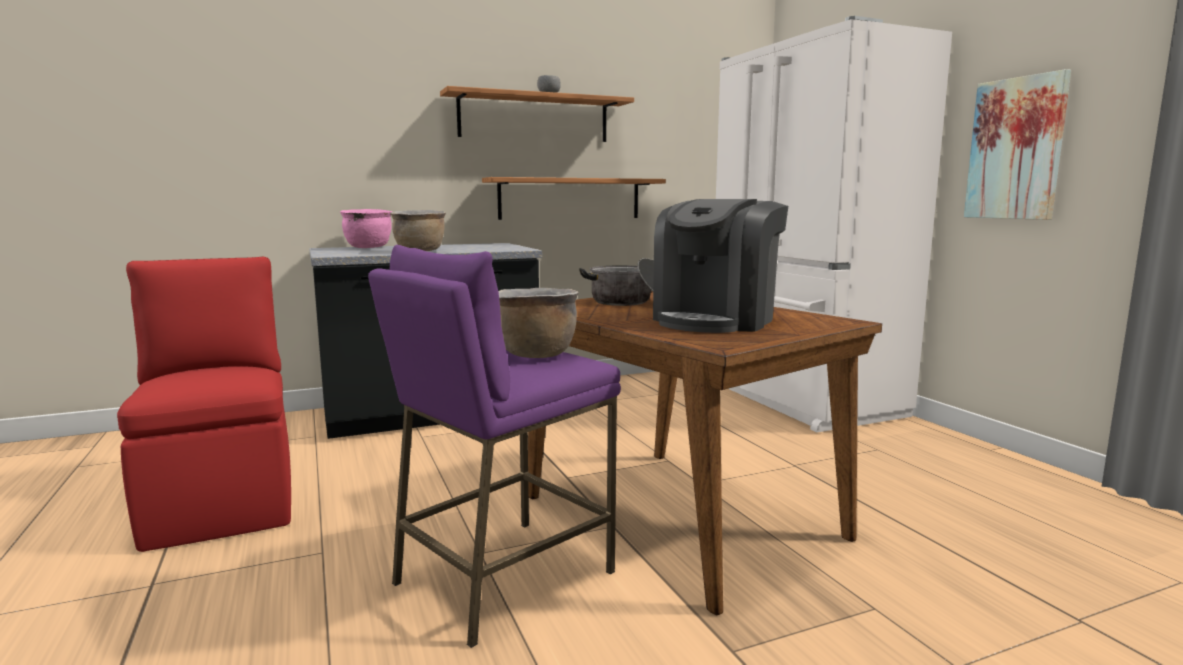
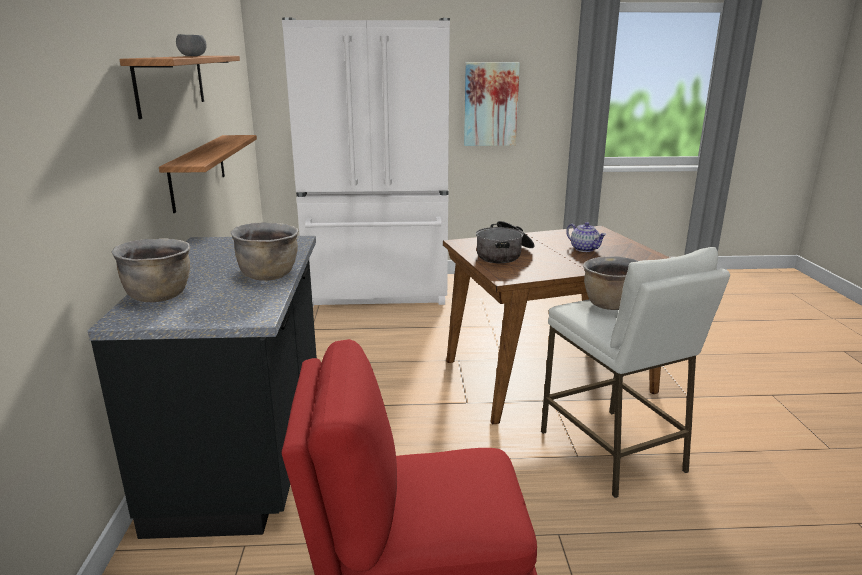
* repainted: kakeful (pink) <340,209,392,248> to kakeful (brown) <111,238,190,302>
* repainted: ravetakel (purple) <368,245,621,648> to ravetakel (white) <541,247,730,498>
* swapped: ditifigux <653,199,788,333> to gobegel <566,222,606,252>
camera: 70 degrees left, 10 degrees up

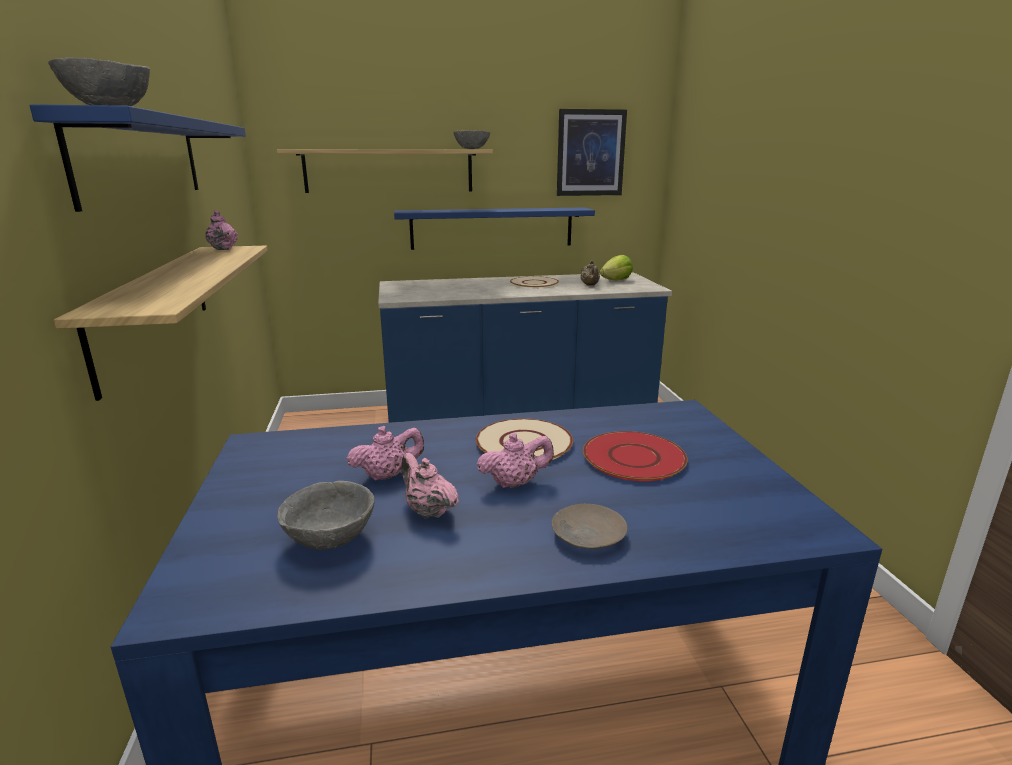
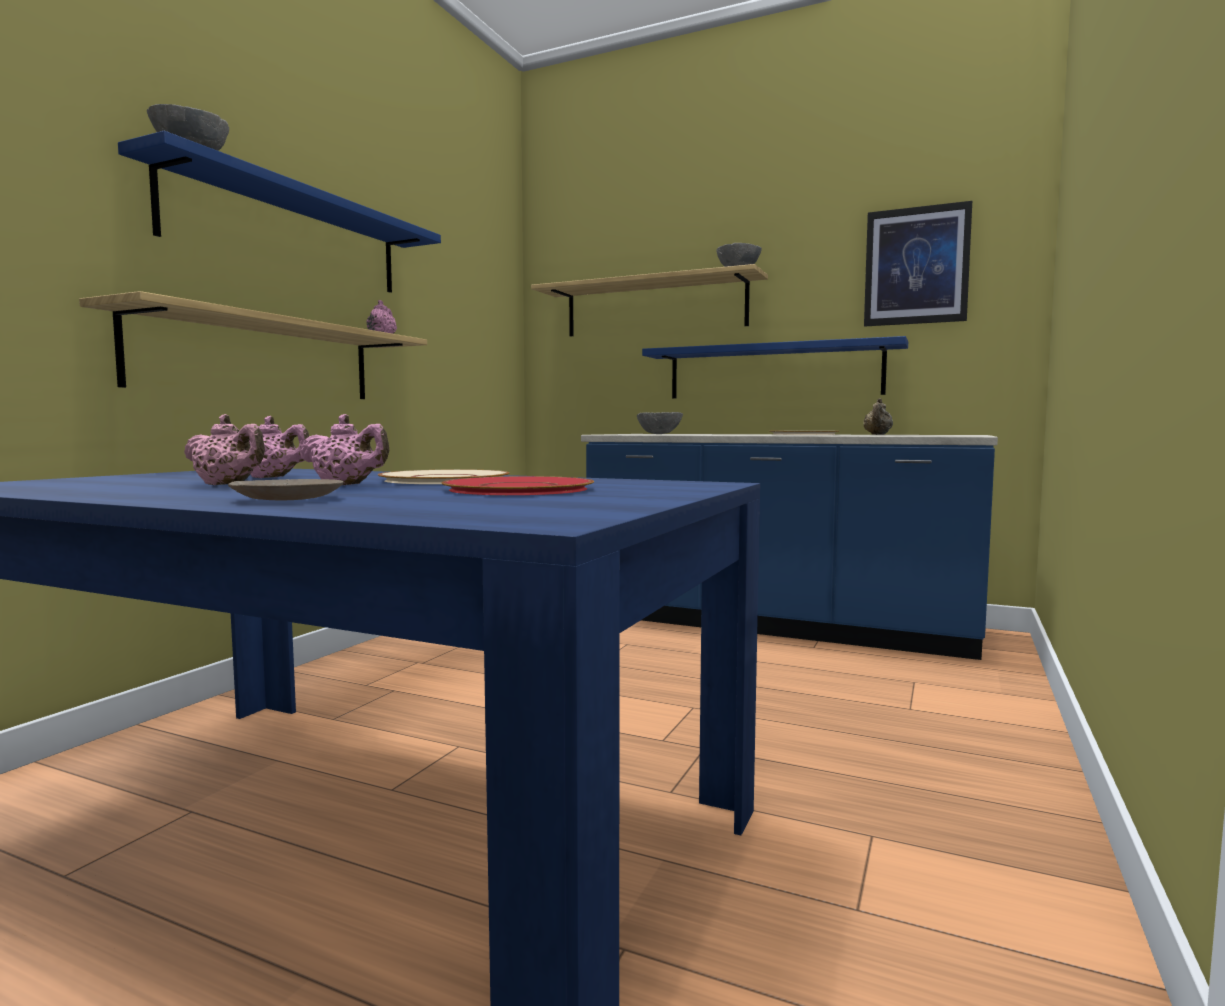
* rotated: gobegel (pink) <401,453,459,519> = <184,414,265,485> 120 degrees clockwise
* shifted: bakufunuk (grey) <277,481,375,550> to <637,412,683,434>
* gone: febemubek <600,255,633,280>
camera: 35 degrees right, 15 degrees down

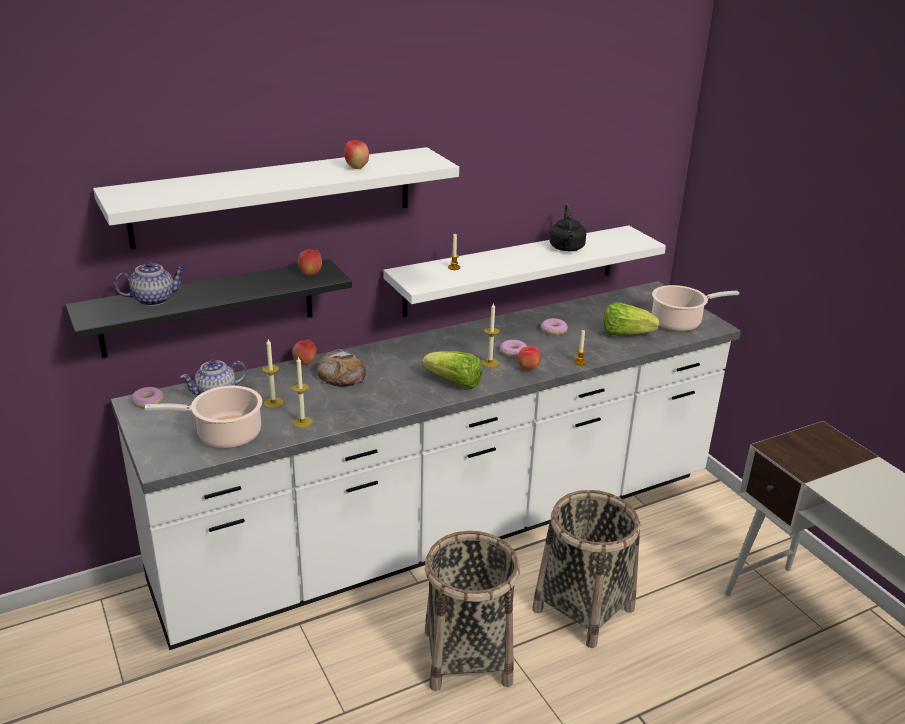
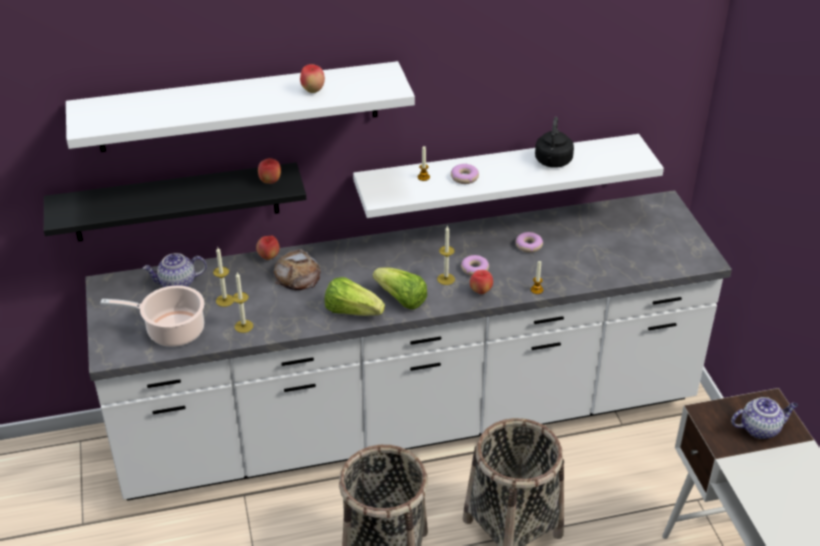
* shifted: febemubek <603,302,660,335> to <325,277,385,316>
* shifted: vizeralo <131,387,164,408> to <451,164,479,184>
* shifted: gobegel <114,262,186,306> to <731,397,798,439>
* gone: kakeful <652,285,739,331>
camera: 15 degrees right, 10 degrees up

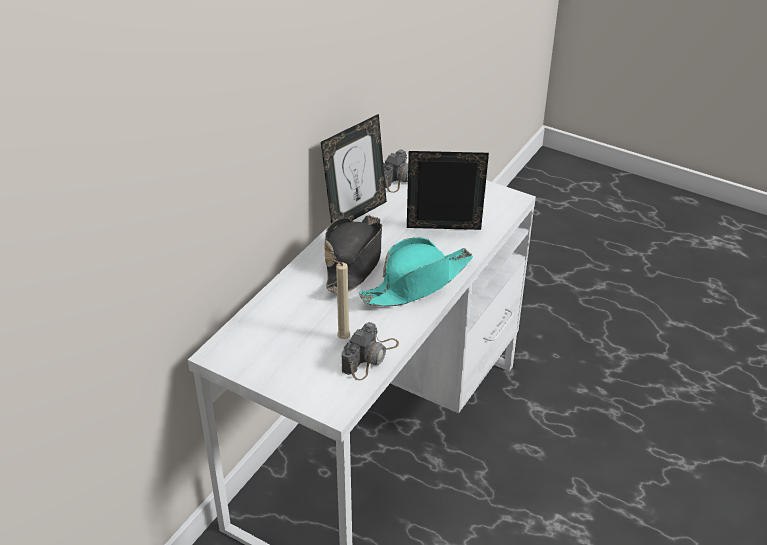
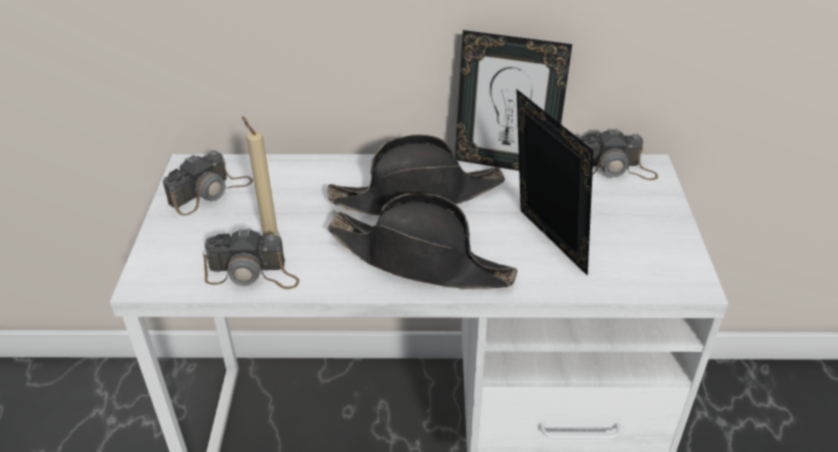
* new: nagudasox <163,150,253,215>
* repainted: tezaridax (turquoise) <359,237,473,306> to tezaridax (black) <327,193,517,289>
camera: 60 degrees right, 0 degrees up

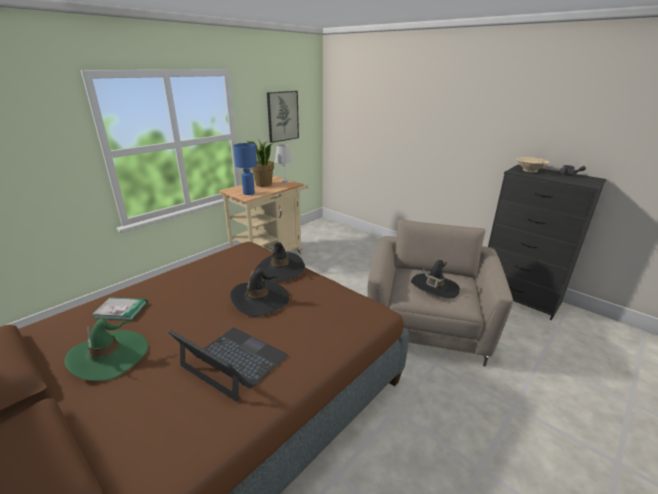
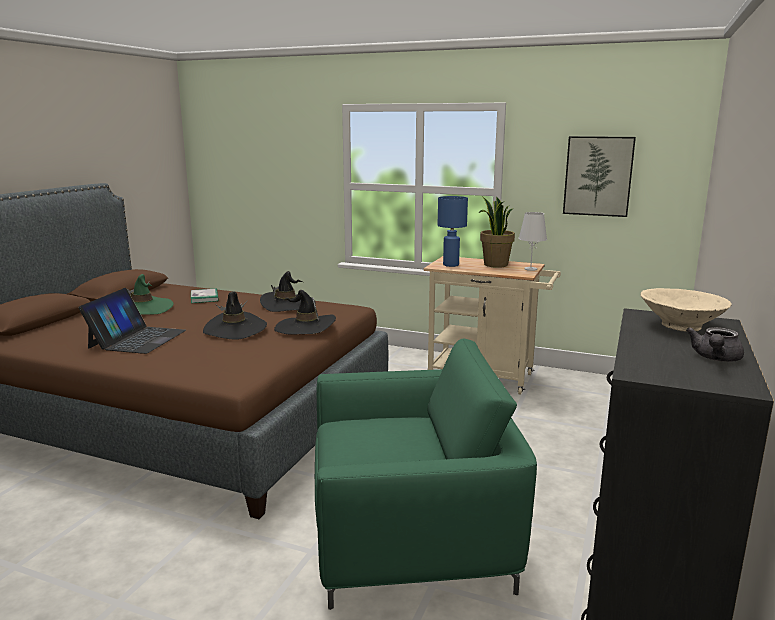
* shifted: tezaridax (black) <411,260,460,298> to <260,271,316,312>
* repainted: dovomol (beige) <367,219,513,367> to dovomol (green) <315,338,537,610>
camera: 70 degrees right, 10 degrees down

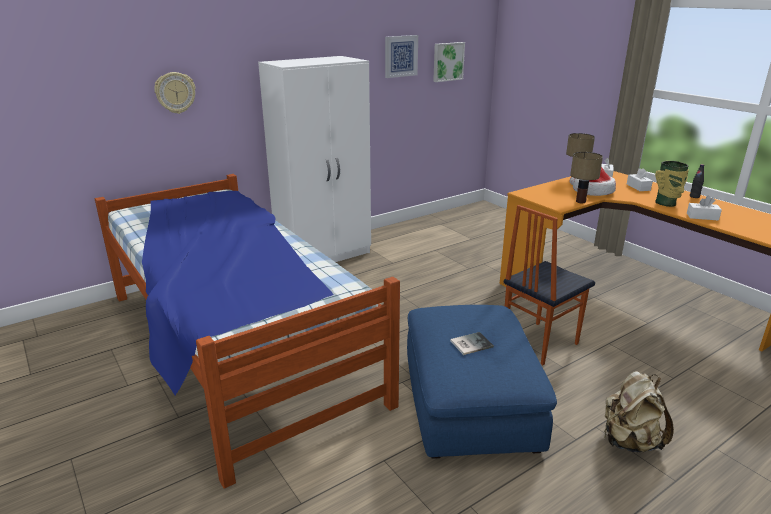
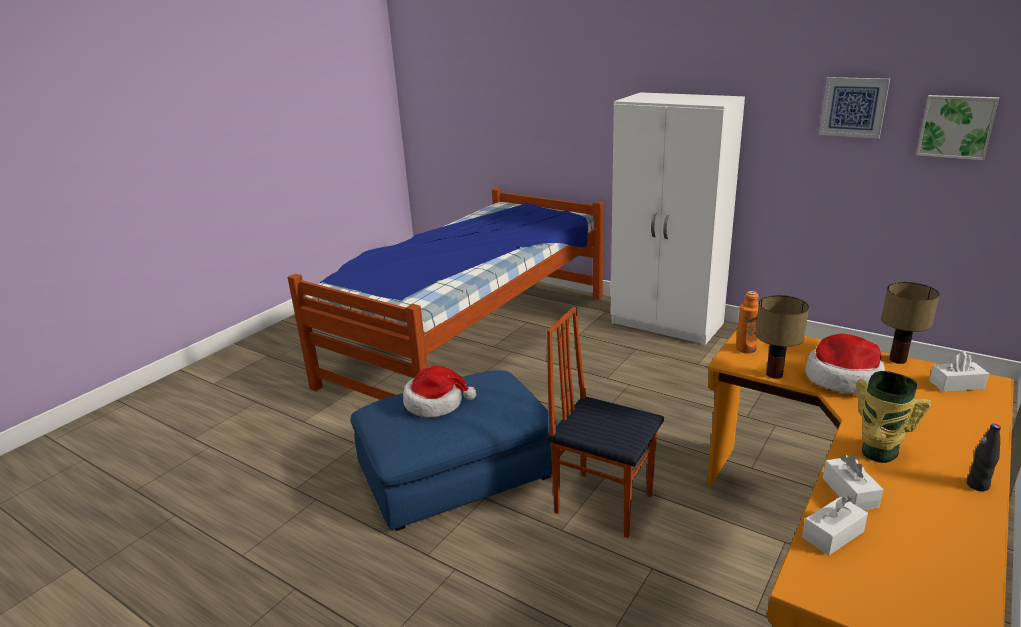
* swapped: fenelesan <450,332,494,355> to tezaridax <403,366,476,417>
* new: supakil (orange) <736,291,759,354>
* shifted: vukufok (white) <627,168,653,191> to <802,496,868,556>
* gone: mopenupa <154,72,196,114>
* gone: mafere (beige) <604,371,674,452>
camera: 70 degrees right, 0 degrees up

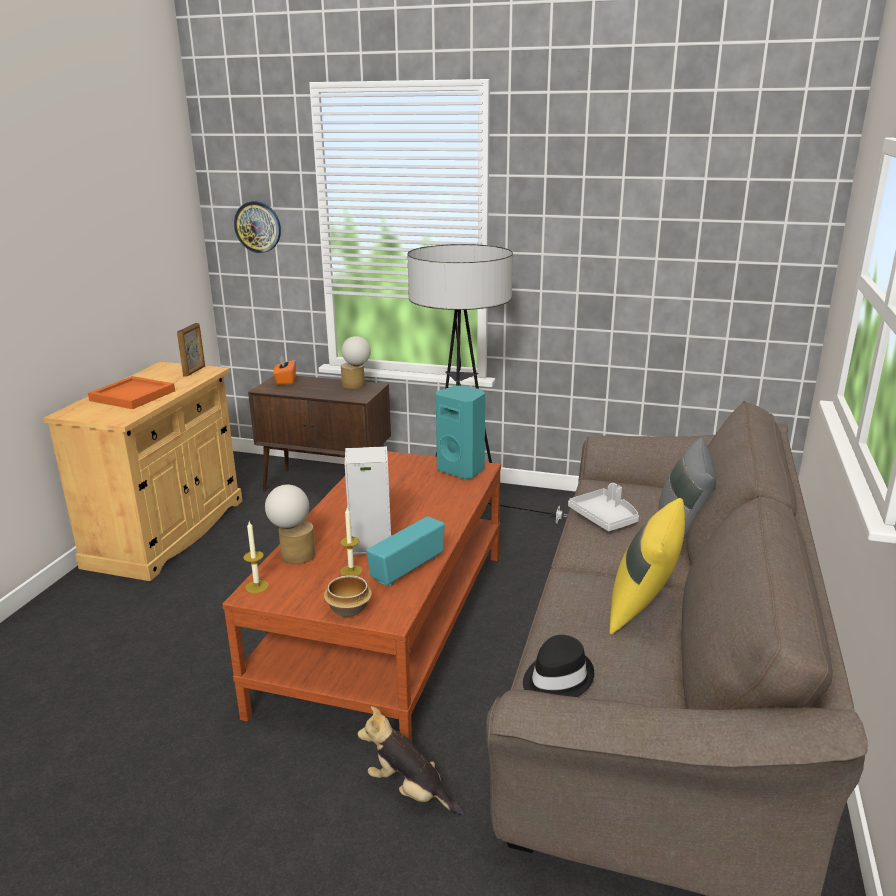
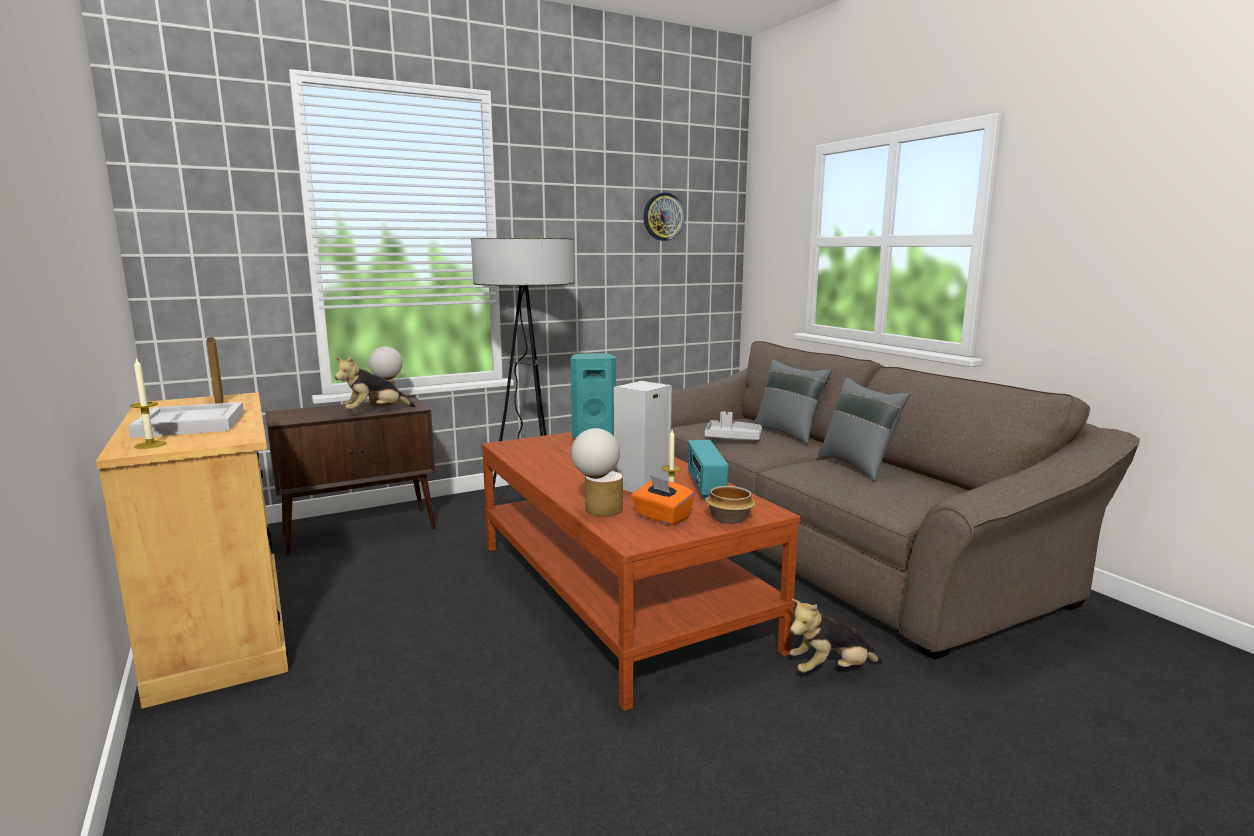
* repainted: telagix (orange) <88,376,175,409> to telagix (white) <128,402,244,438>
* shifted: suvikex <243,522,269,593> to <130,358,167,449>
* new: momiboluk <335,356,415,409>
* shifted: vukufok (orange) <273,356,296,385> to <631,475,694,526>
* shifted: mopenupa <234,201,281,253> to <643,192,685,241>
* repainted: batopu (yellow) <610,498,685,635> to batopu (grey) <818,378,910,481>
* gone: tezaridax (black) <523,635,594,697>
camera: 45 degrees left, 10 degrees down

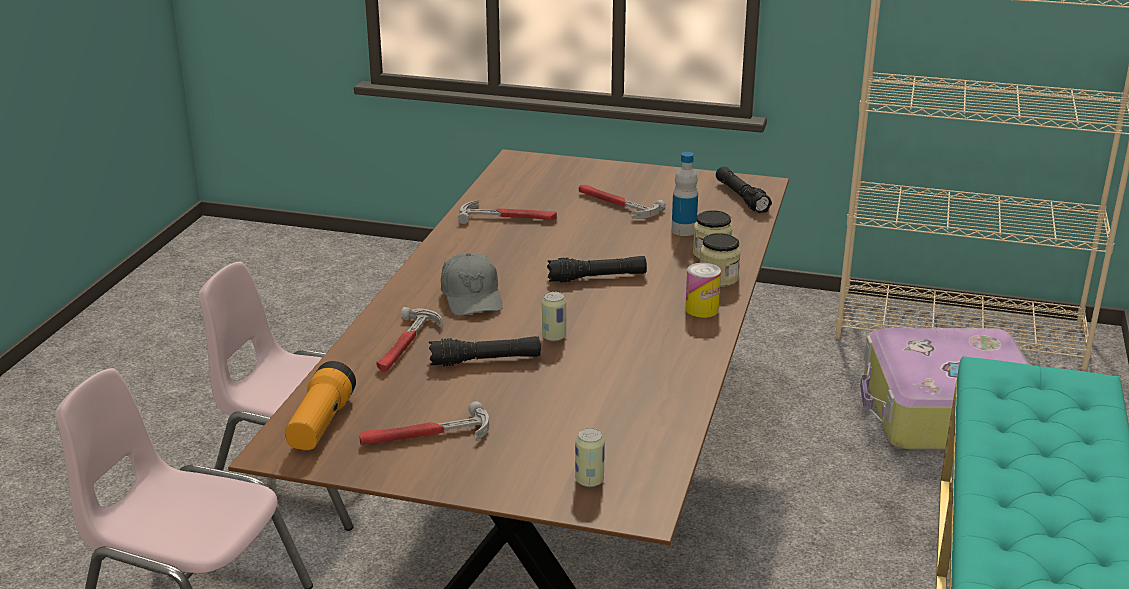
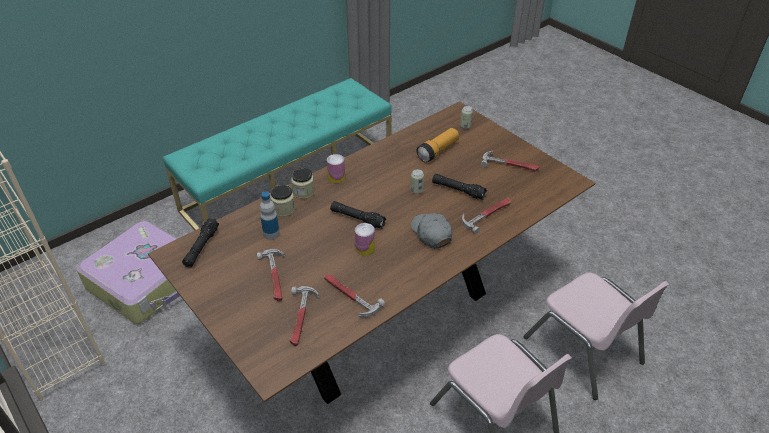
* new: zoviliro <290,286,319,346>
* new: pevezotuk <355,223,375,256>
* rotated: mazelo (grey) <441,253,503,316> = <411,213,452,249> 45 degrees counterclockwise
* shifted: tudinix <285,361,356,450> to <416,128,459,163>
camera: 145 degrees left, 15 degrees up

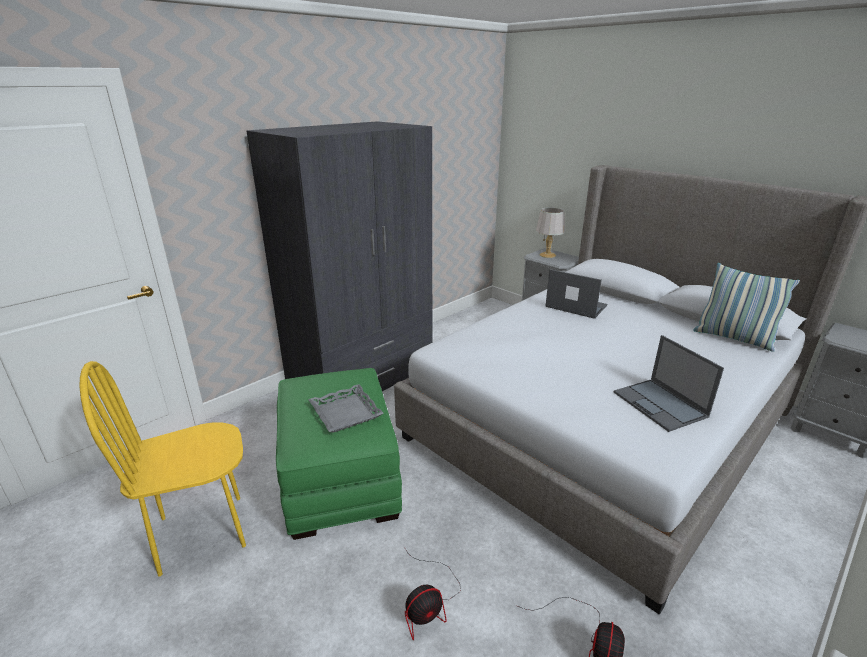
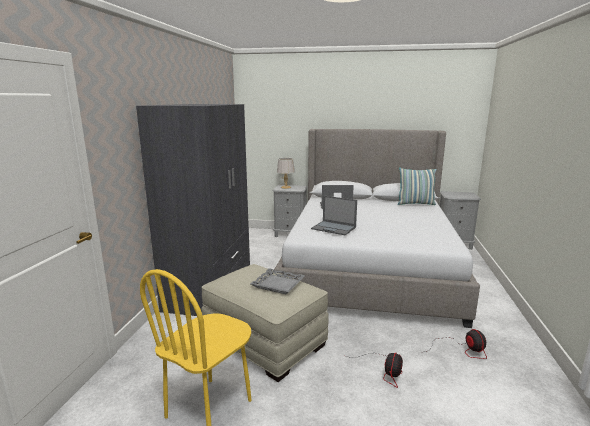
* repainted: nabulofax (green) <276,368,402,540> to nabulofax (beige) <202,264,329,382>
* shifted: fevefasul <614,335,724,432> to <311,196,357,235>
camera: 35 degrees left, 10 degrees down

